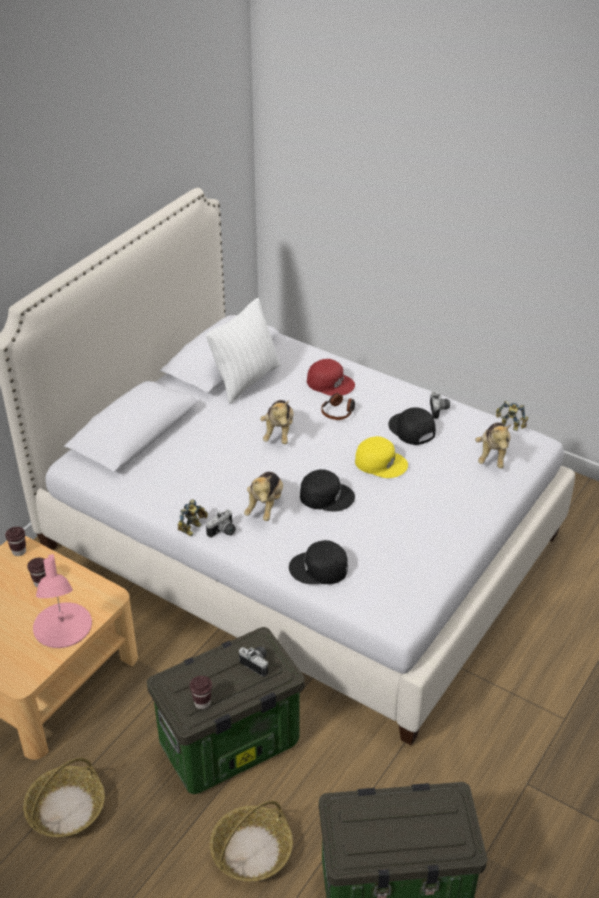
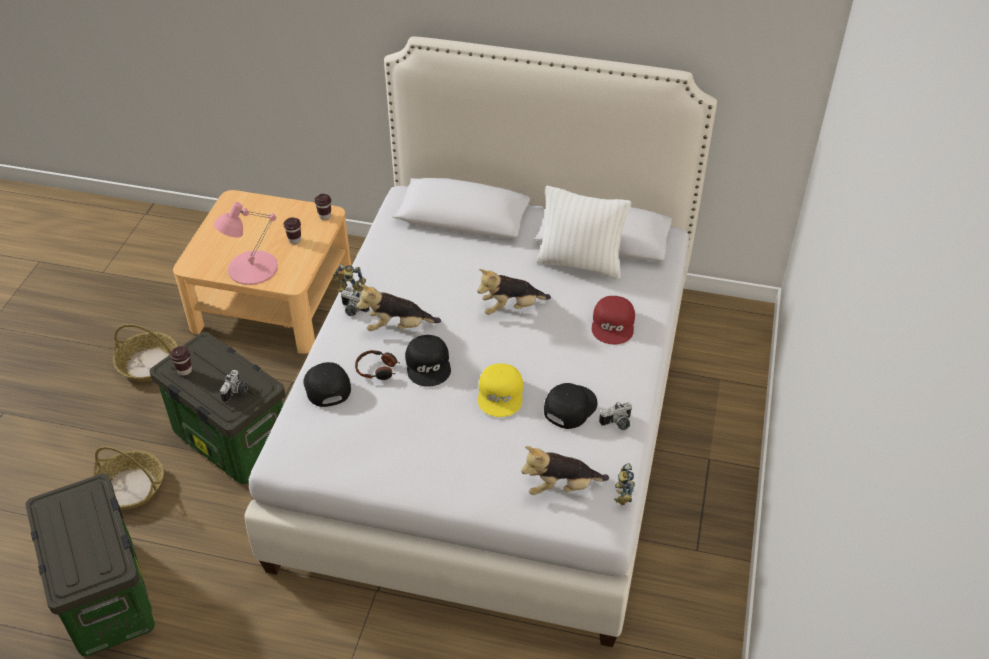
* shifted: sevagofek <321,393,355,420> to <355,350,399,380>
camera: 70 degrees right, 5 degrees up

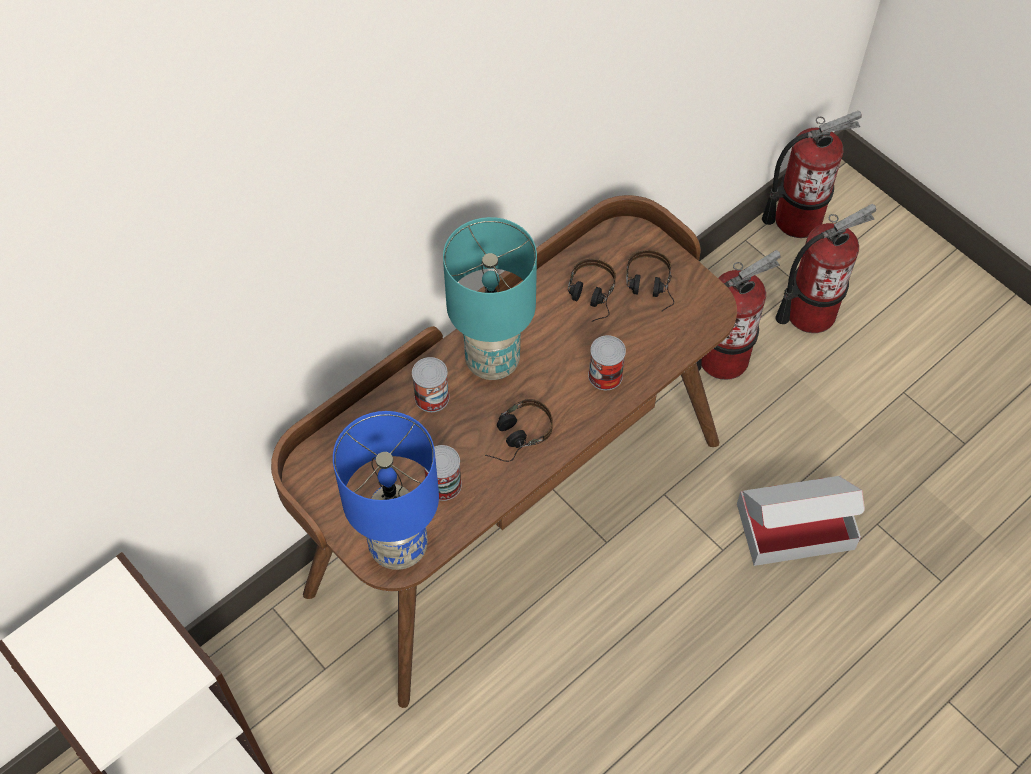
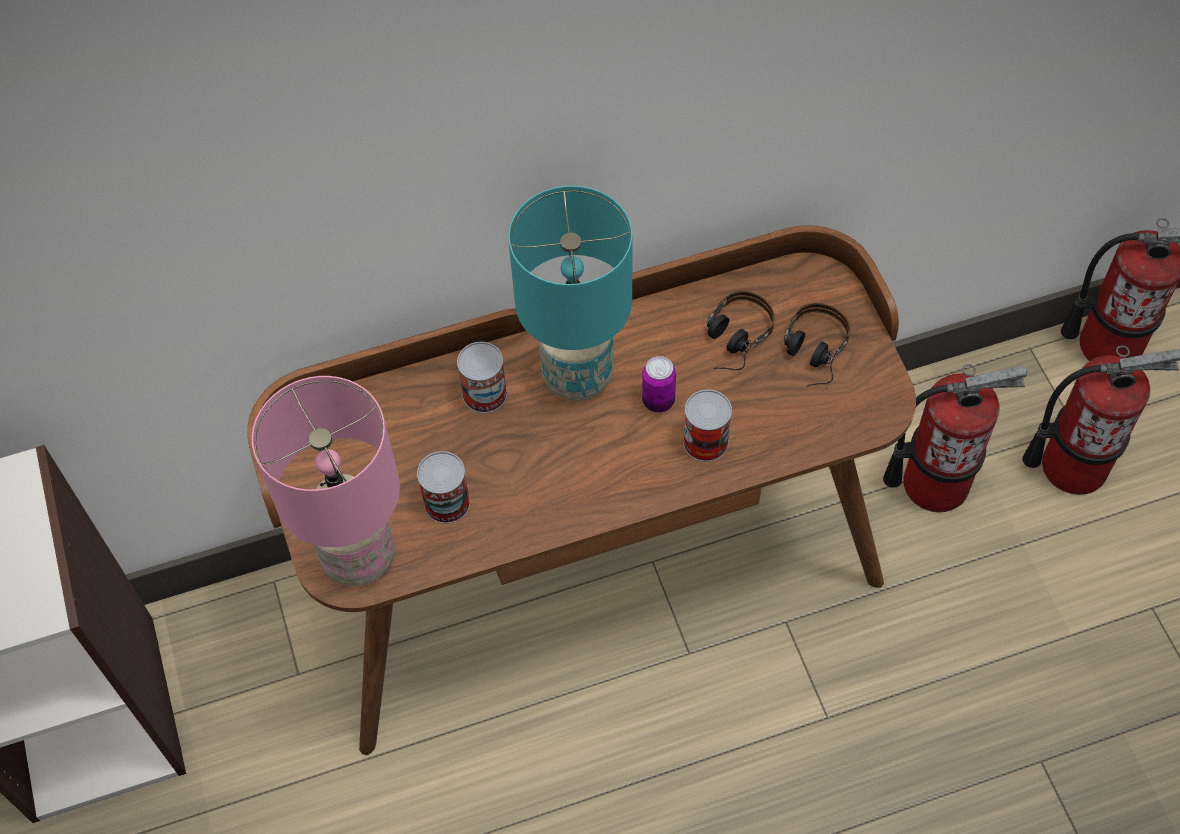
* repainted: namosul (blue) <333,411,439,570> to namosul (pink) <252,376,400,586>
* new: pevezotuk <642,356,676,412>
* gone: sevagofek <485,399,553,462>
* gone: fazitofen <737,476,865,566>
camera: 25 degrees right, 0 degrees up

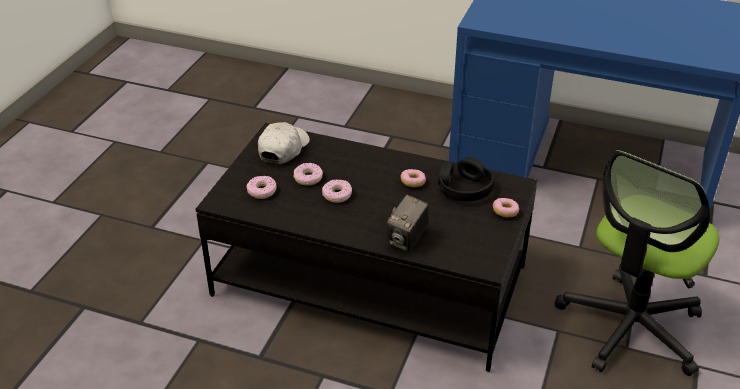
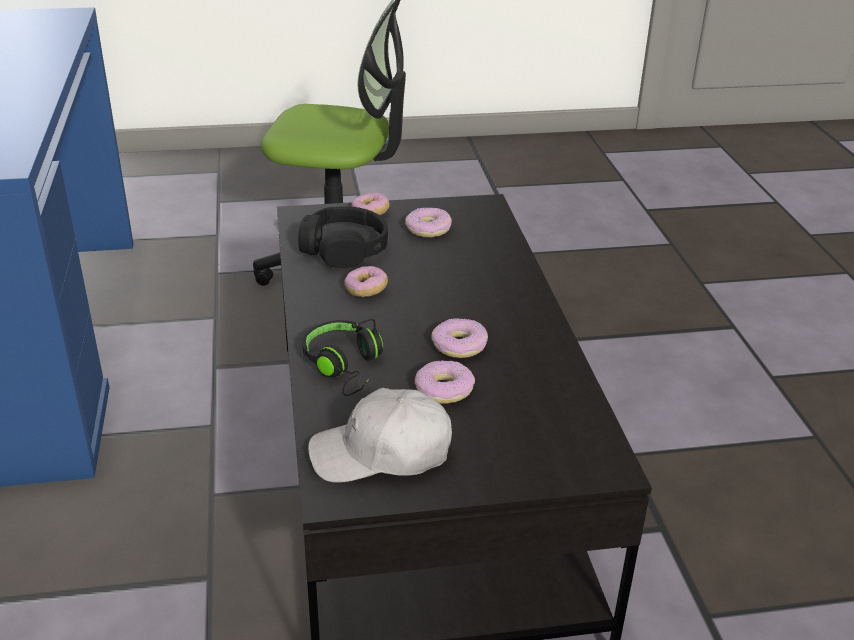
* new: sevagofek (black) <302,319,383,396>
* shifted: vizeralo <246,176,277,199> to <405,207,452,237>
* gone: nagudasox <387,195,429,252>
camera: 120 degrees left, 5 degrees down

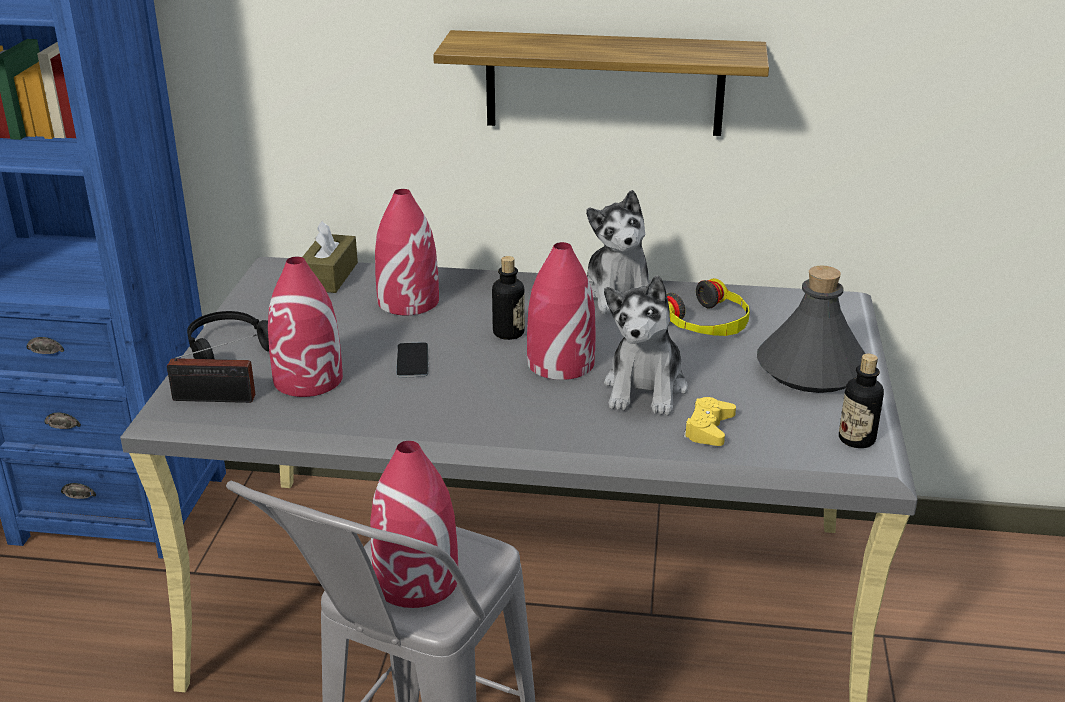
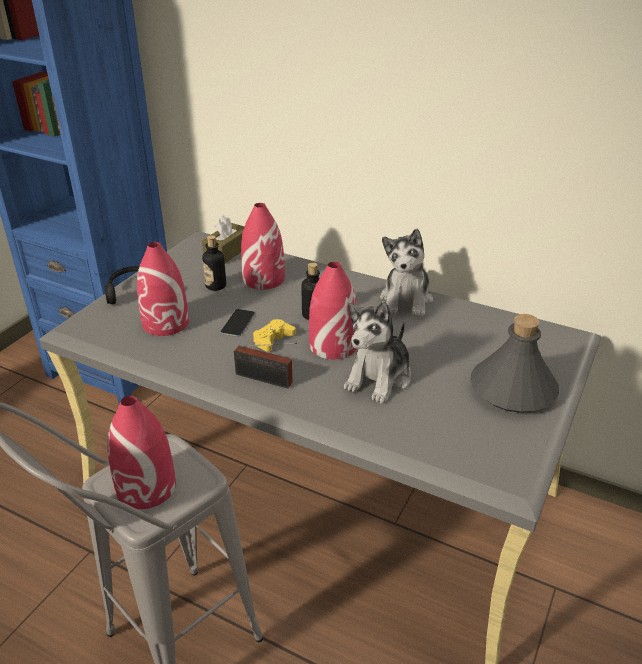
* shifted: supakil <839,354,884,448> to <202,235,226,291>
* shifted: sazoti <167,334,256,403> to <234,343,297,388>
* shifted: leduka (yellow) <684,397,736,446> to <253,319,296,352>
* gone: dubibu <433,30,769,136>
* gone: sevagofek <667,278,750,336>
camera: 20 degrees right, 5 degrees up

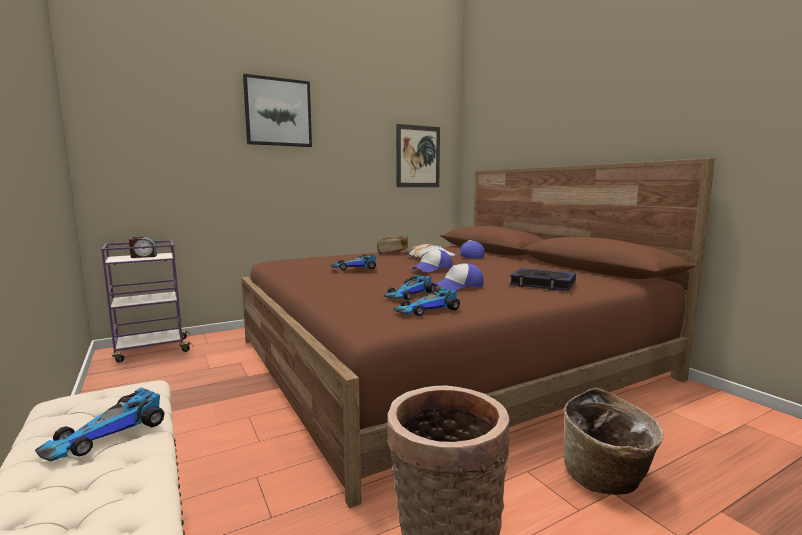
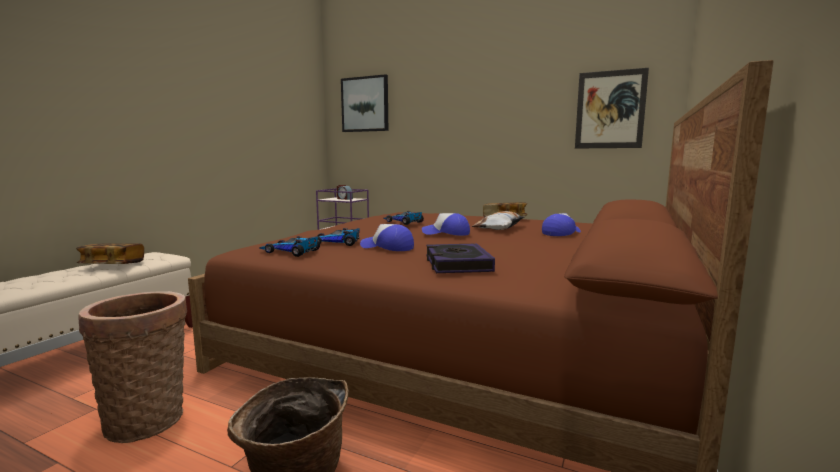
* swapped: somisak <35,387,165,462> to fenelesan <76,243,144,264>
* shifted: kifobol <243,74,312,147> to <341,74,388,132>
camera: 55 degrees right, 0 degrees up

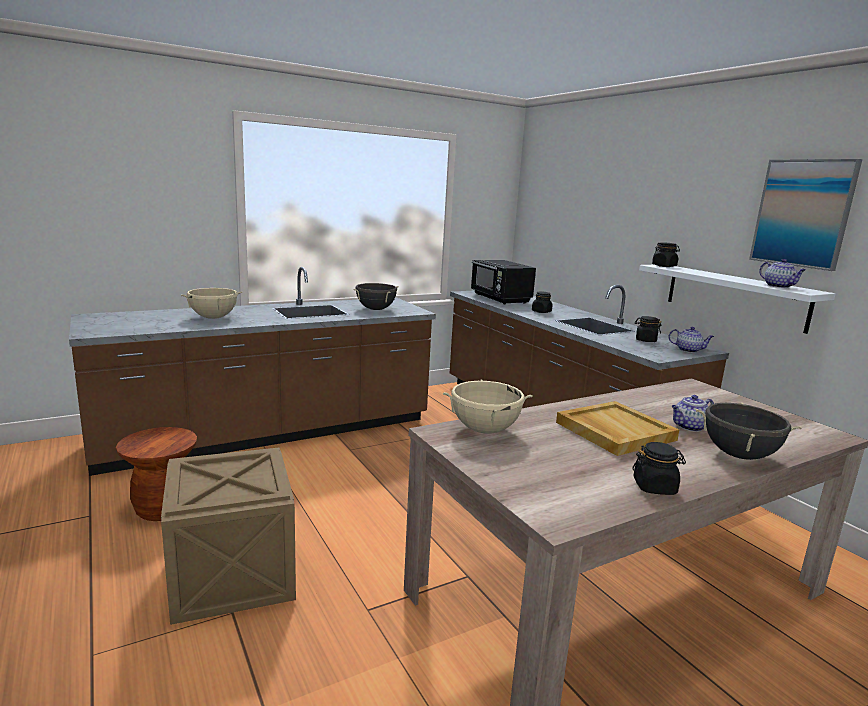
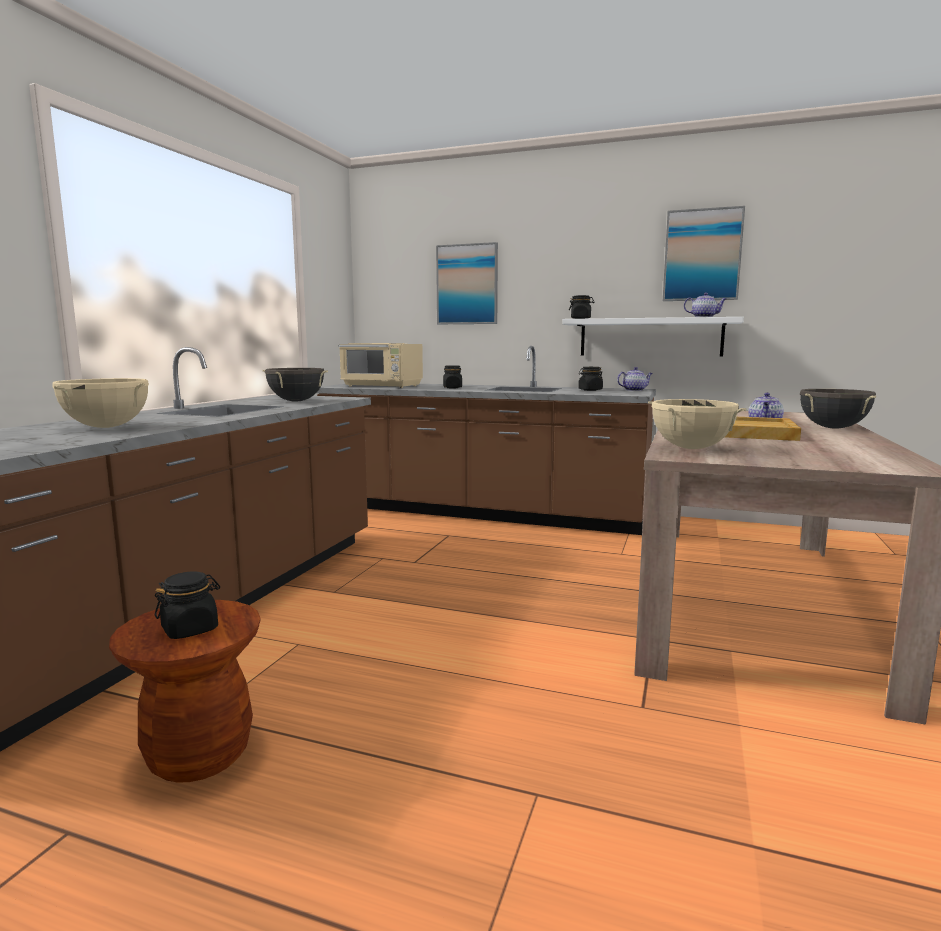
* shifted: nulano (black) <632,442,686,495> to <155,571,220,639>
* repainted: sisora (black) <471,260,536,304> to sisora (beige) <339,343,423,388>
* new: kifobol <436,242,498,324>
* gone: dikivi <161,447,296,625>
camera: 40 degrees left, 5 degrees down

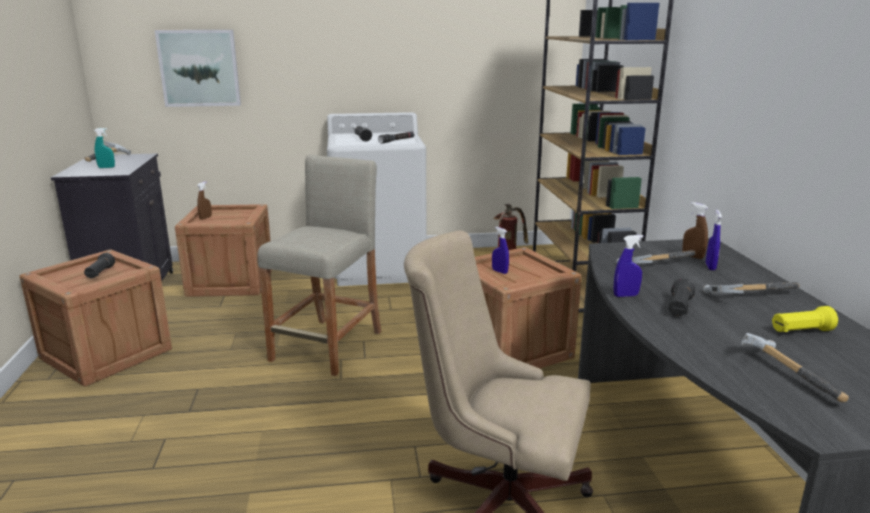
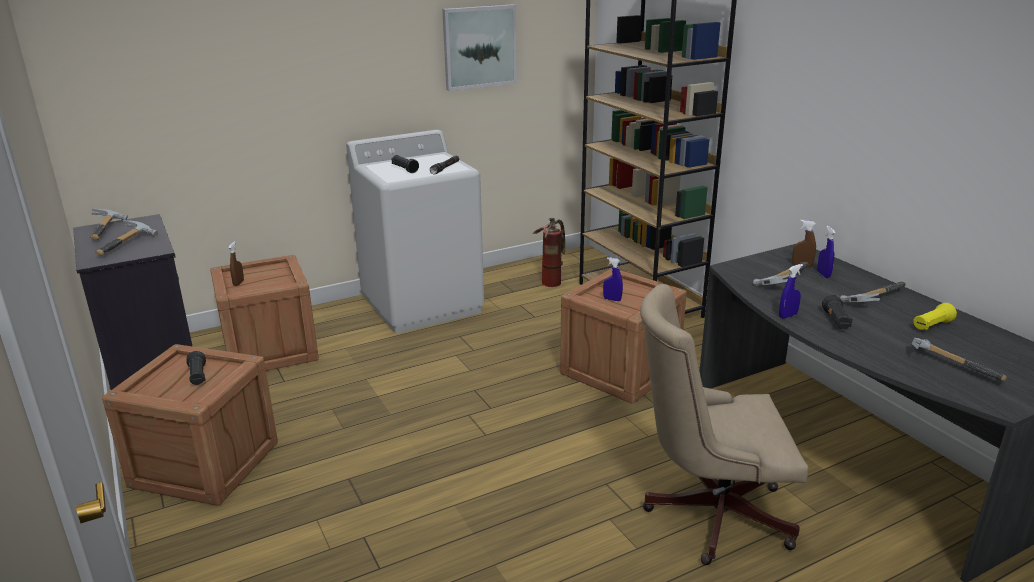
* swapped: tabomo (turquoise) <94,128,115,168> to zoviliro <95,220,158,256>
* shifted: kifobol <155,30,241,107> to <442,4,517,91>
* gone: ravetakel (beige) <257,155,382,376>
camera: 20 degrees left, 5 degrees up

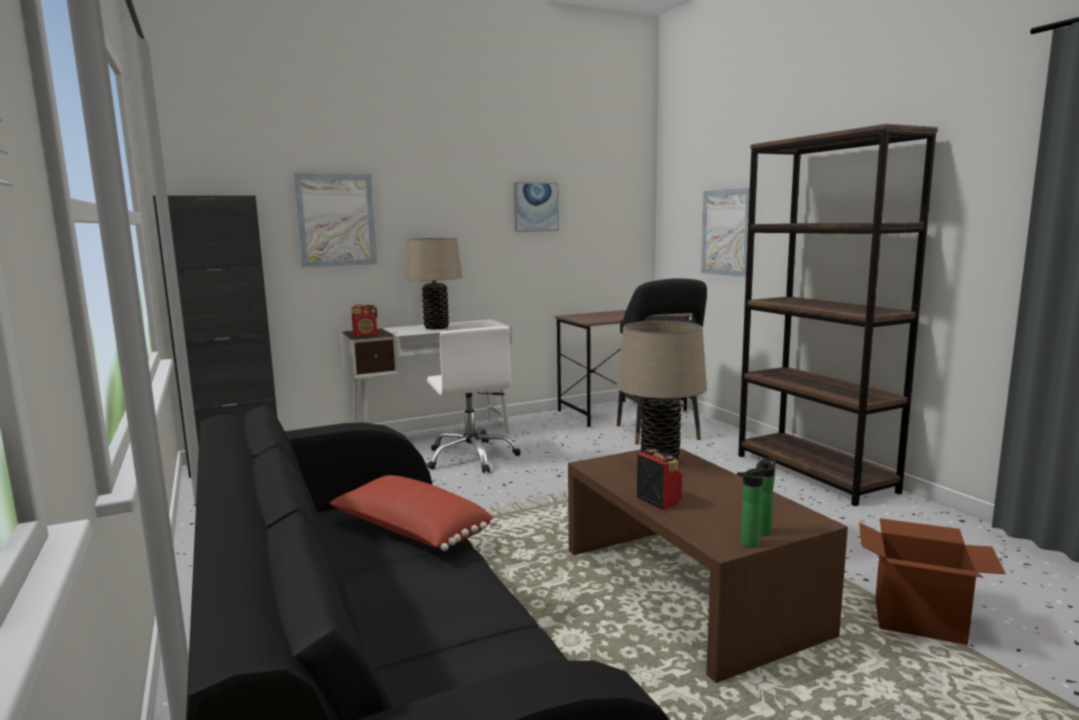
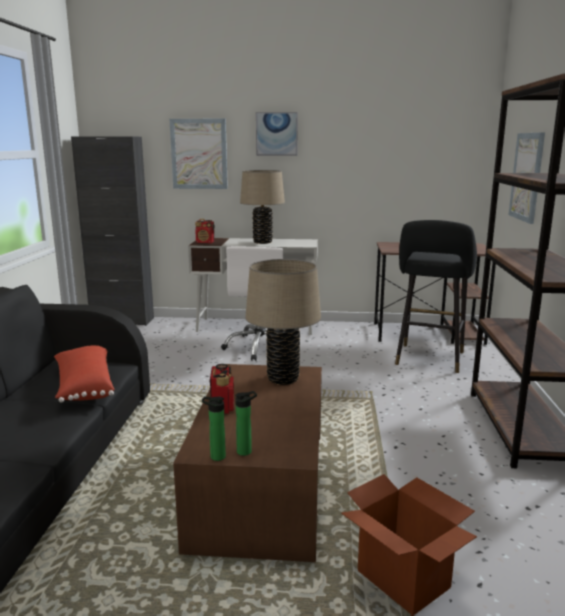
* shifted: kifobol <514,182,559,232> to <256,112,298,156>
camera: 30 degrees right, 5 degrees up

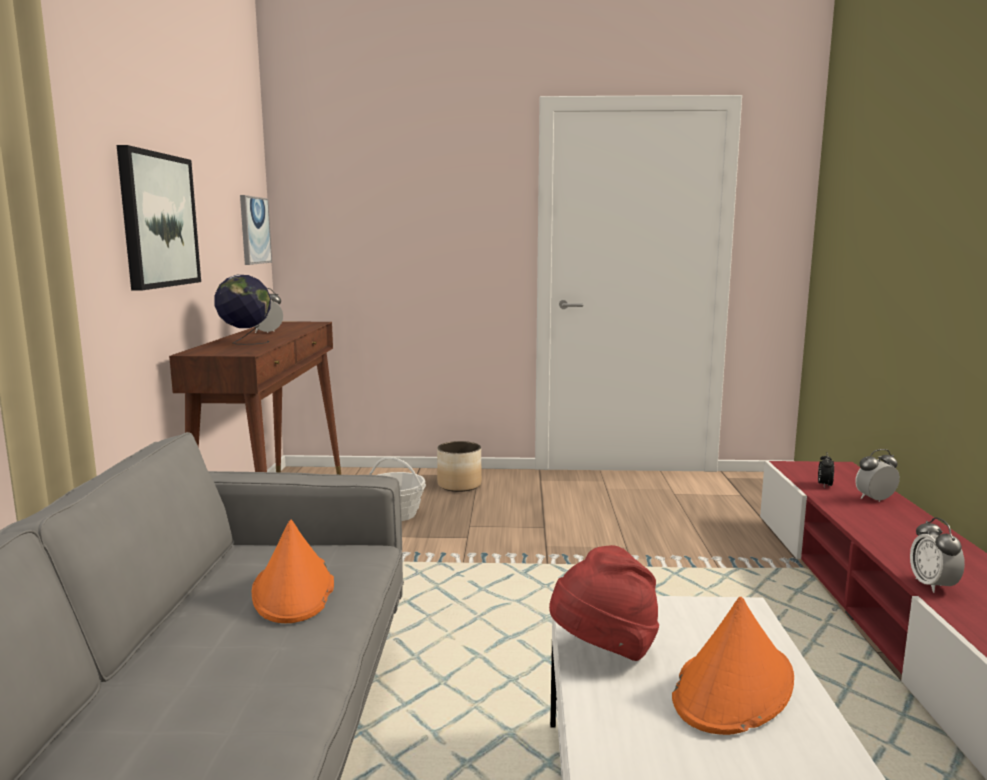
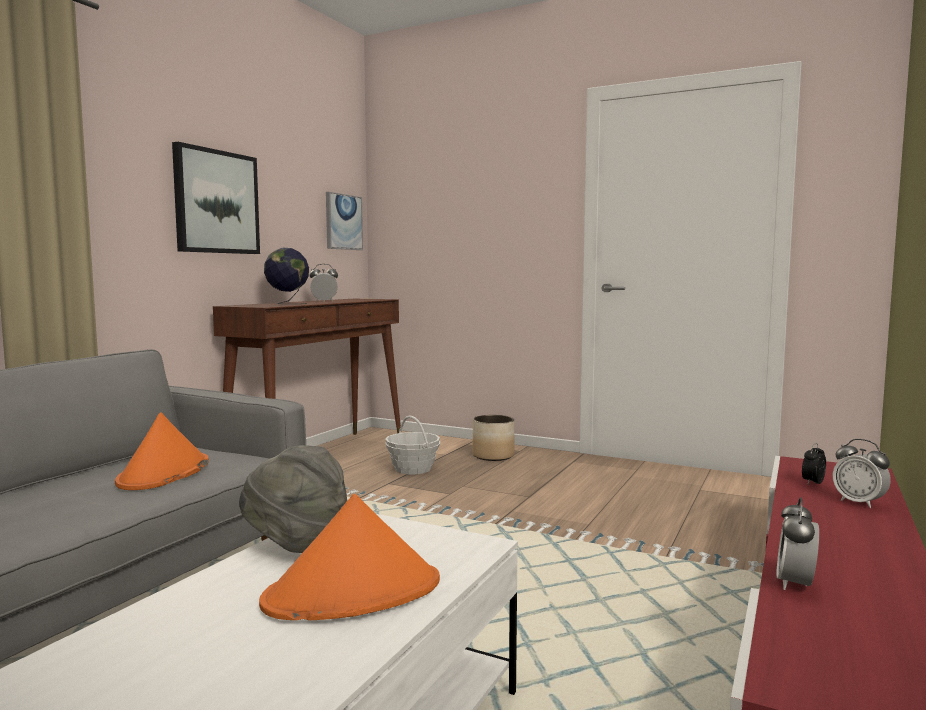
* repainted: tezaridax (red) <549,545,659,661> to tezaridax (grey) <239,445,347,553>
* rotated: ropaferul <855,449,900,502> = <833,439,891,508> 135 degrees counterclockwise
camera: 25 degrees right, 5 degrees down

